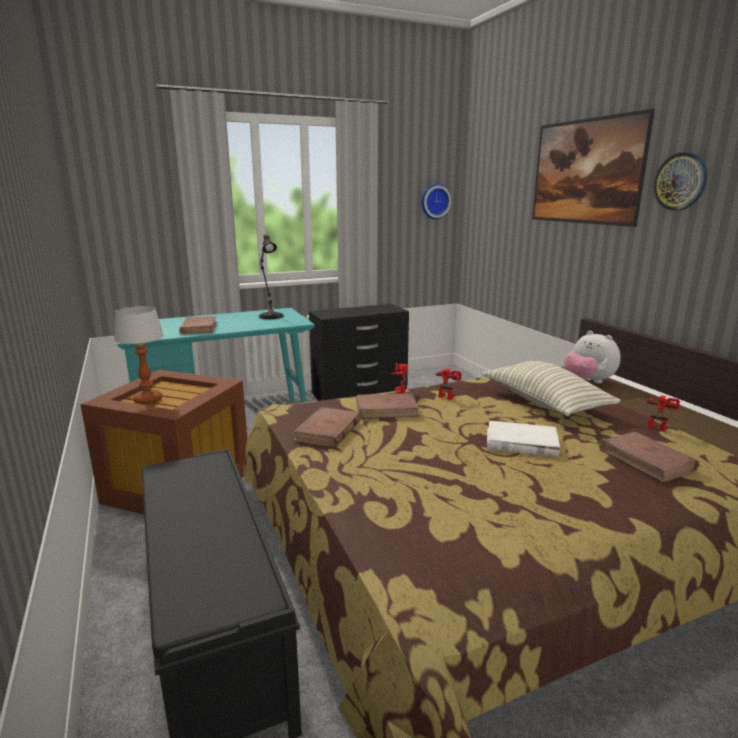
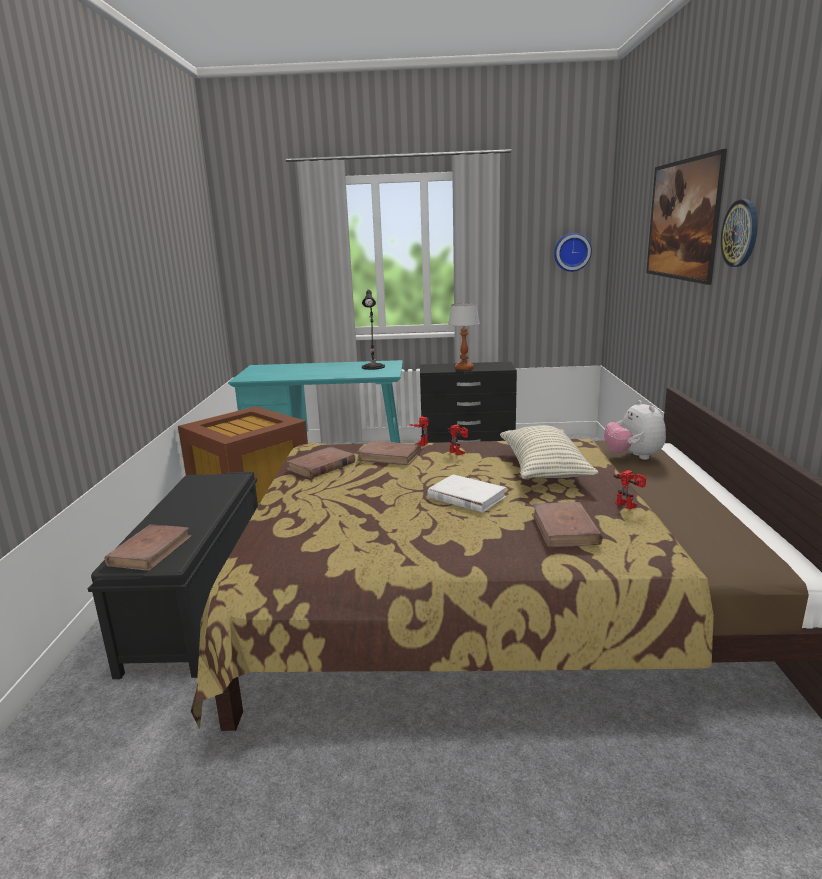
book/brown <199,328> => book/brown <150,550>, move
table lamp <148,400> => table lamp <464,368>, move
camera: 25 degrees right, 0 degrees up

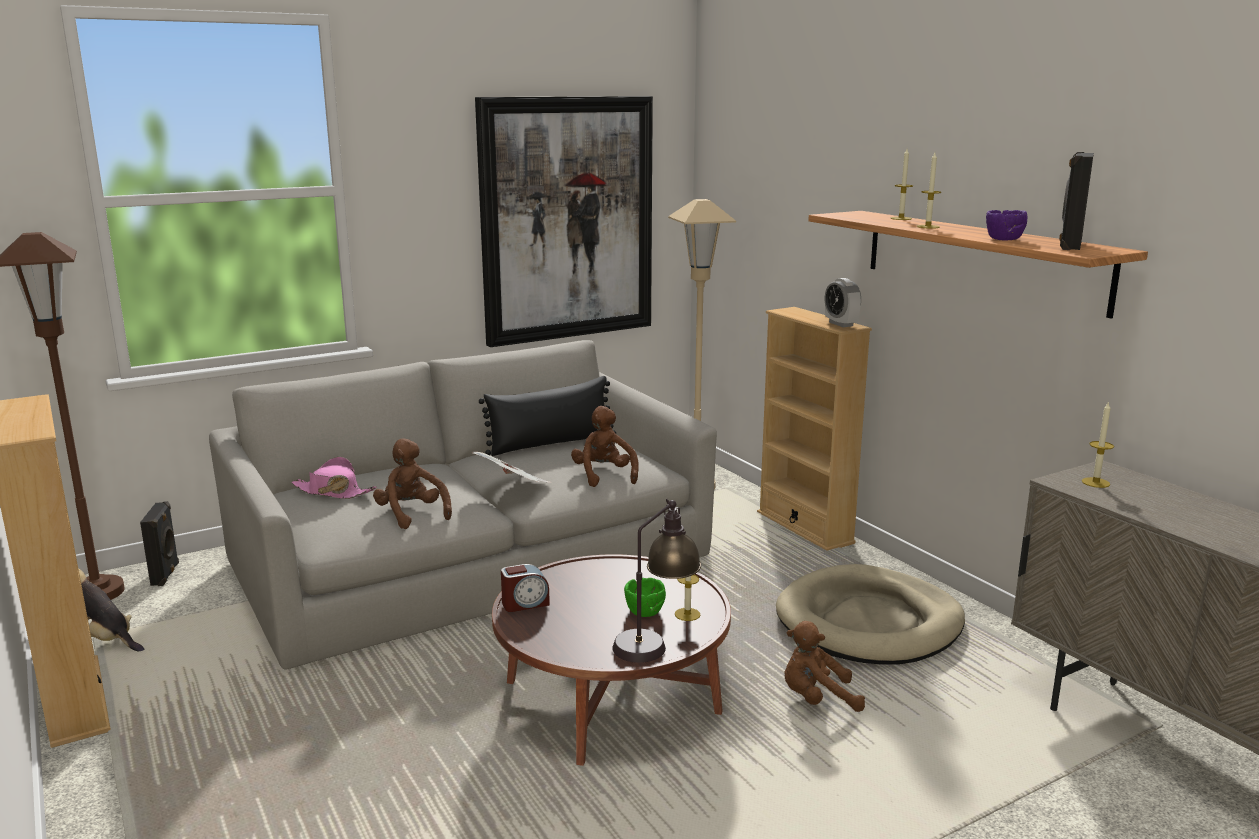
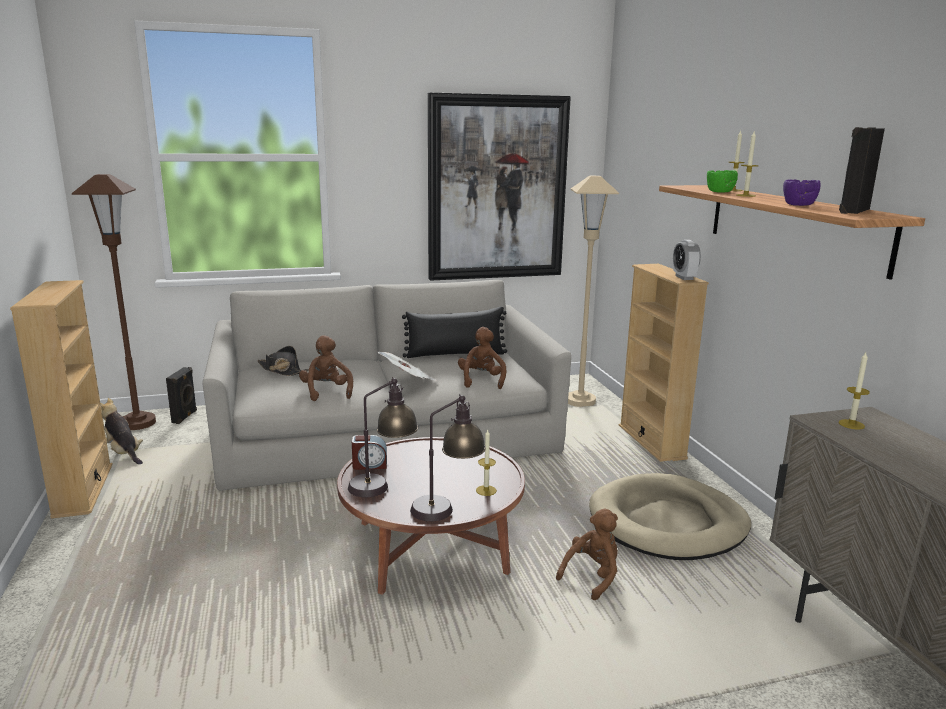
hat/pink <333,492> => hat/black <282,370>
nothing => table lamp <383,485>
plush toy/brown <817,699> => plush toy/brown <592,576>, 120 degrees clockwise
bowl/green <644,611> => bowl/green <719,192>, move
camera: 15 degrees right, 0 degrees up

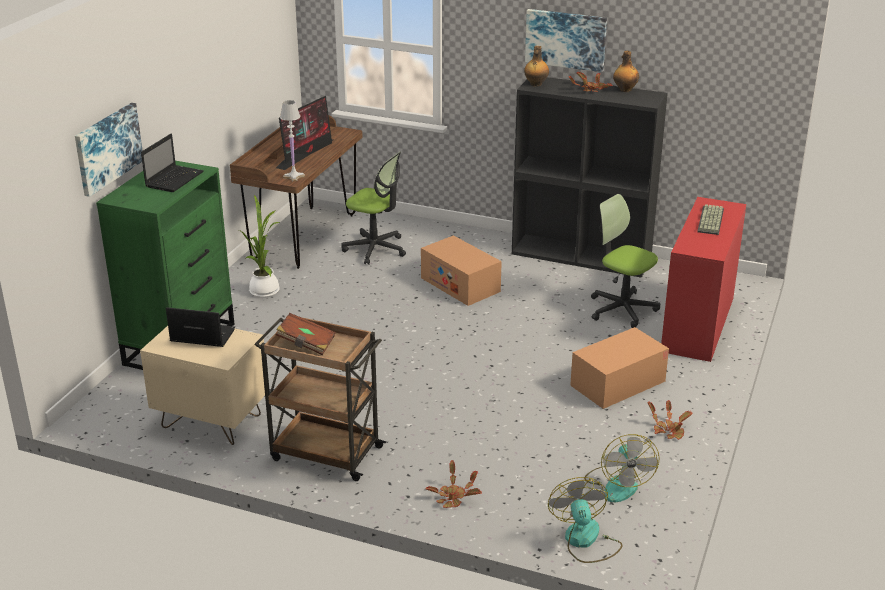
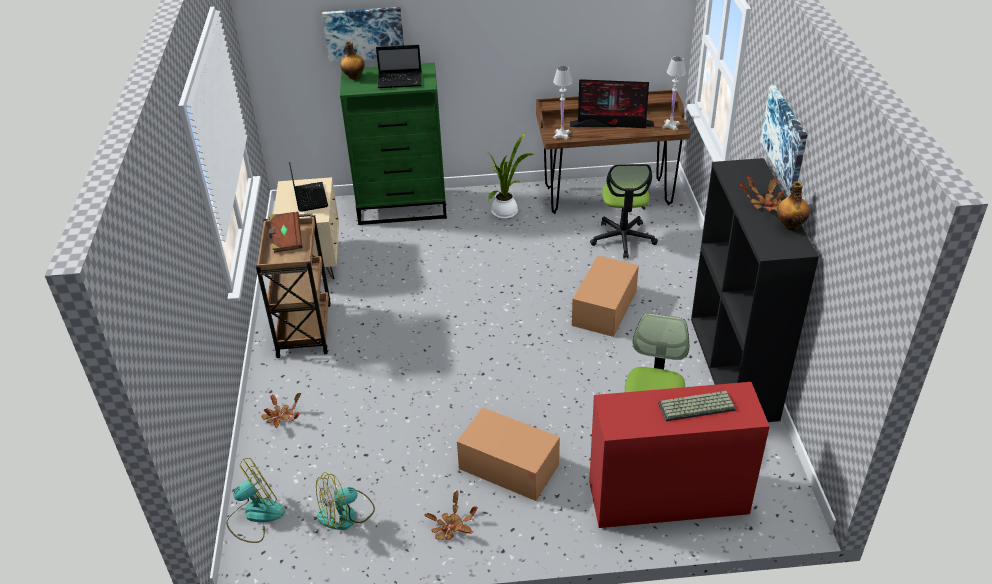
bottle <535,84> => bottle <353,77>, move
nothing => table lamp/white <670,126>
camera: 65 degrees right, 10 degrees up

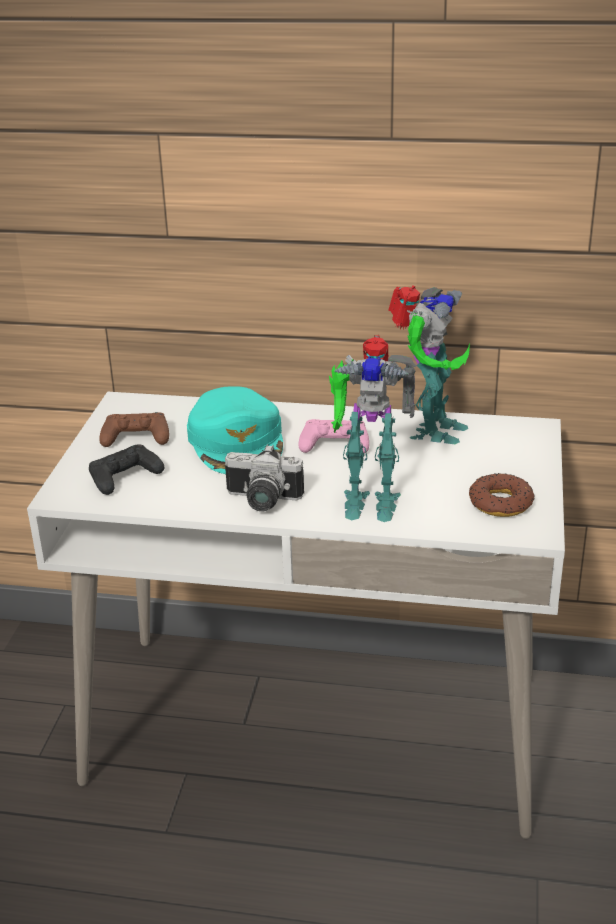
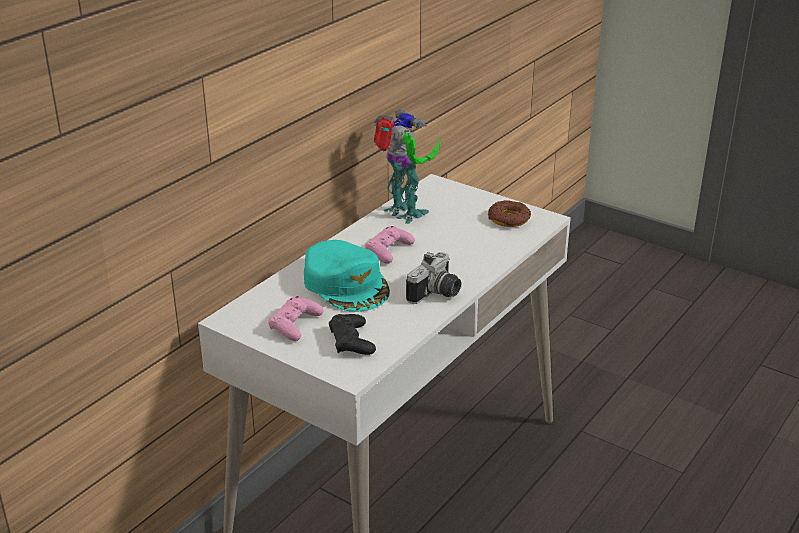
game controller/brown <136,437> => game controller/pink <295,324>
cap/turquoise <237,442> => cap/turquoise <346,284>, 45 degrees clockwise
toy robot <368,500> => nothing
camera: 65 degrees left, 0 degrees up

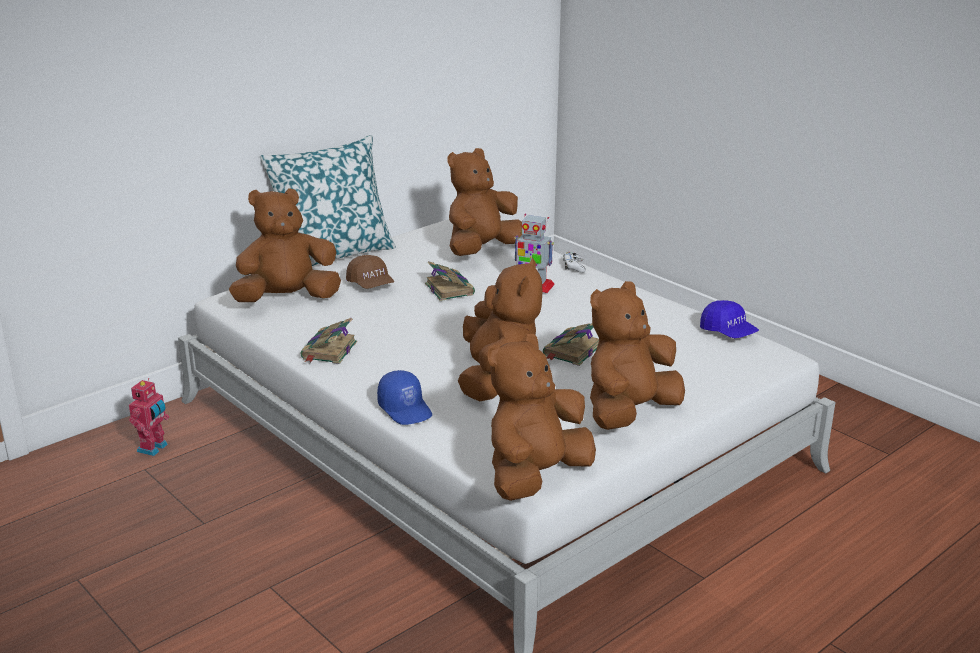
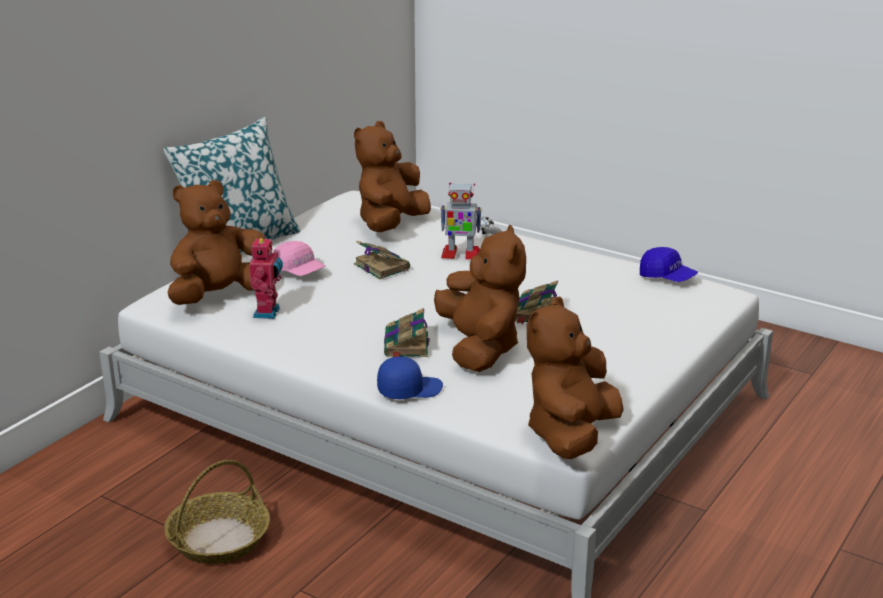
nothing => basket <219,539>
toy robot <154,448> => toy robot <268,313>, move
cap/brown <371,285> => cap/pink <298,271>
cap/blue <406,409> => cap/blue <409,389>, 60 degrees counterclockwise
book <328,351> => book <406,345>, move
plush toy/brown <629,413> => nothing
camera: 15 degrees left, 0 degrees up

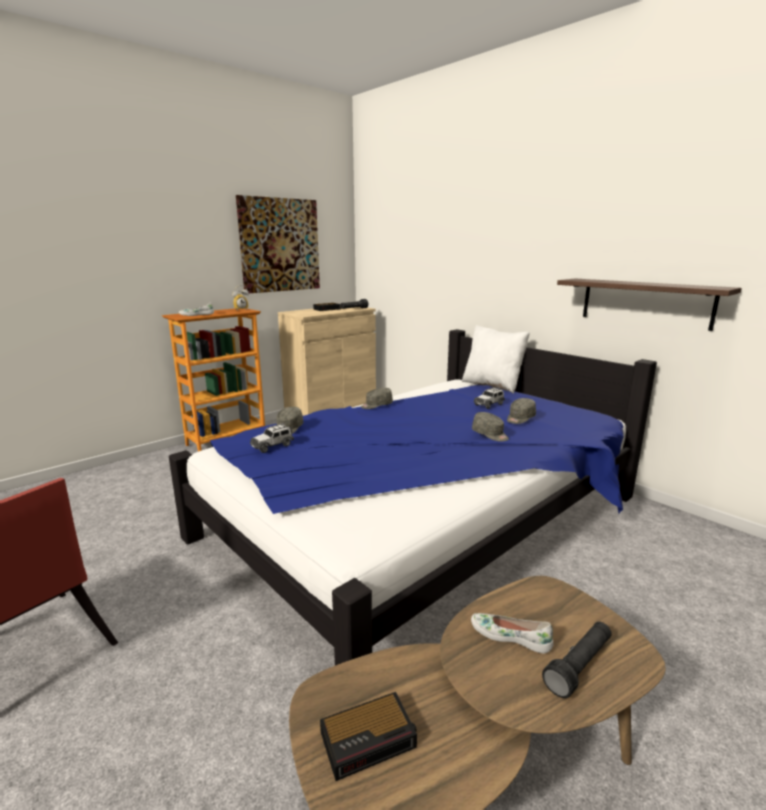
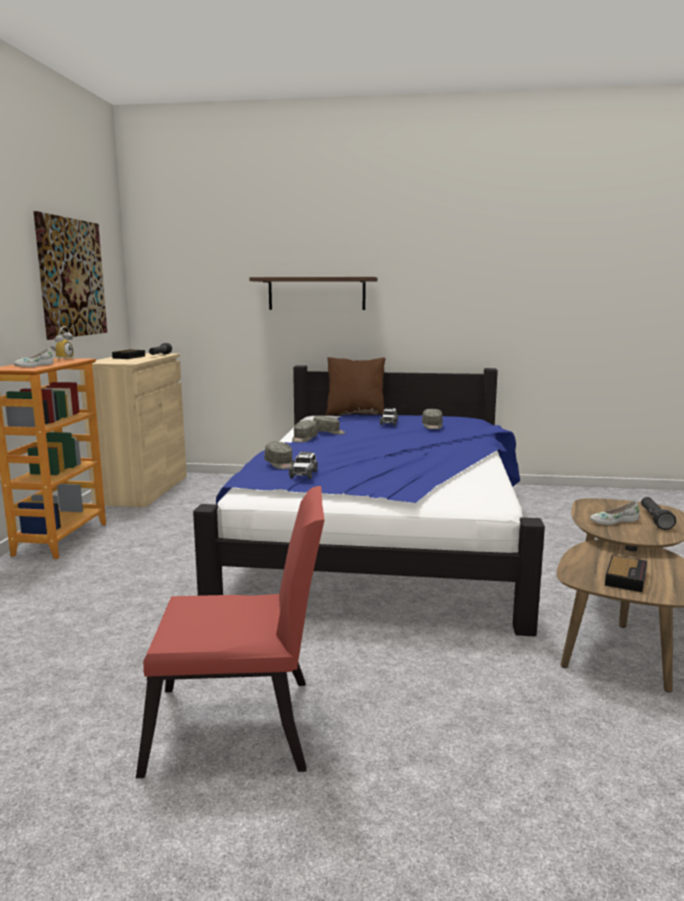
shelf <645,303> => shelf <316,293>, move
cap/grey <490,434> => cap/grey <328,432>, move
pillow/white <492,385> => pillow/brown <355,413>
camera: 40 degrees left, 5 degrees down

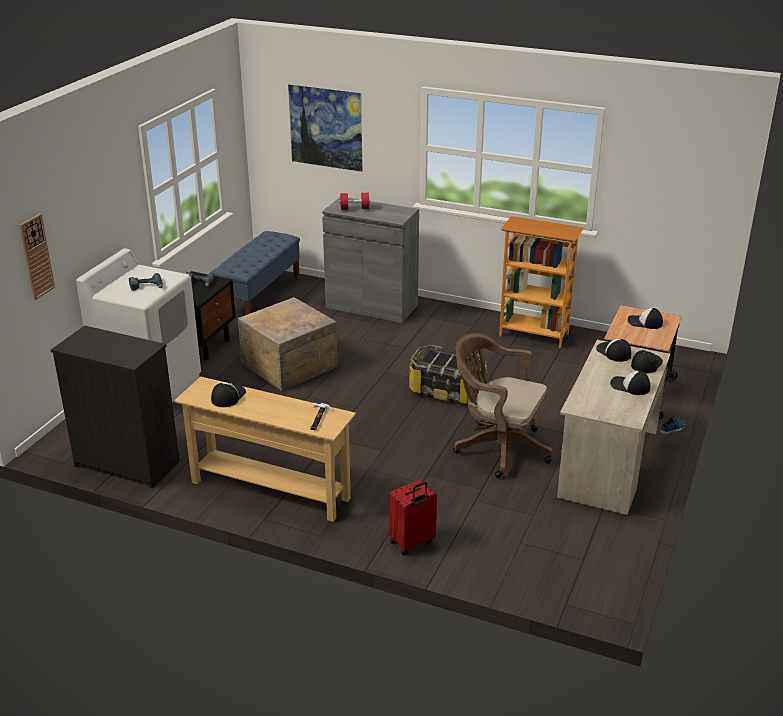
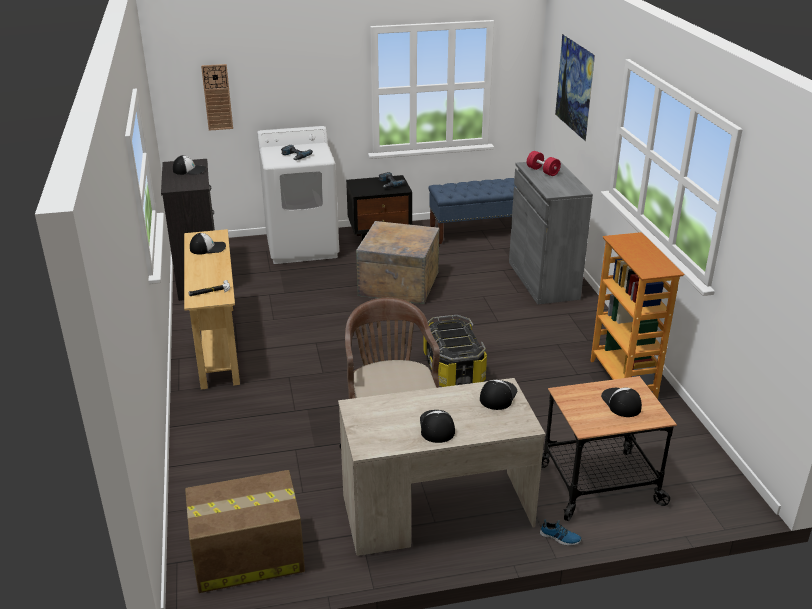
cap <646,364> => cap <189,170>, move
nothing => cardboard box <246,556>
suitcase/red <412,543> => nothing
camera: 55 degrees right, 0 degrees up

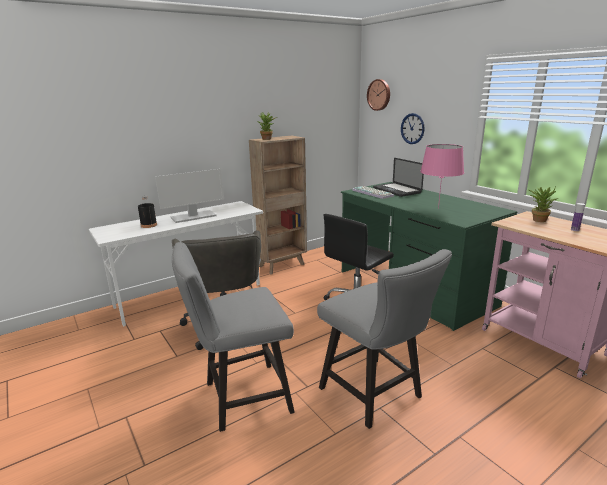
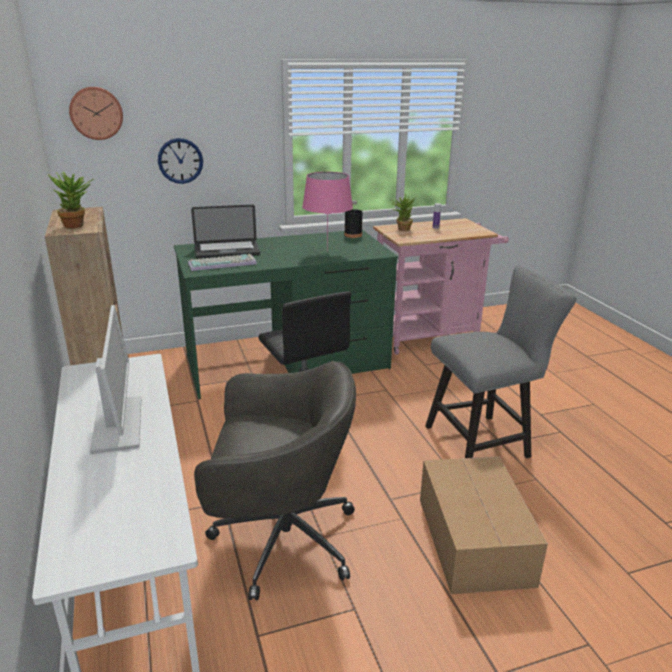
bottle/black <149,225> => bottle/black <353,235>, move
chair/grey <240,398> => cardboard box <473,542>
camera: 75 degrees left, 5 degrees up

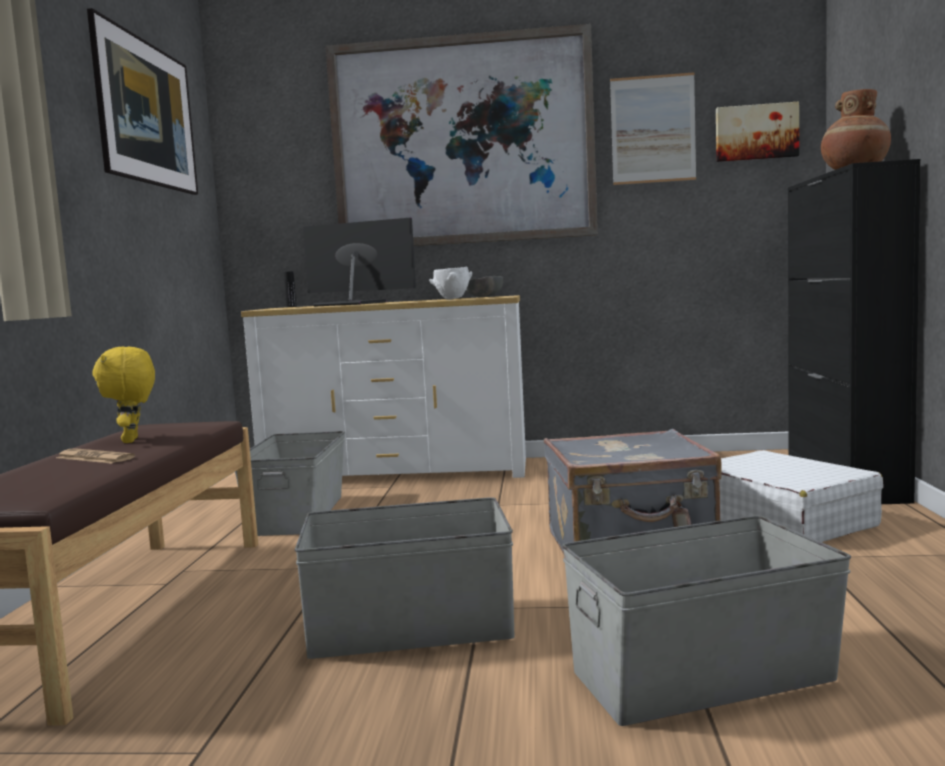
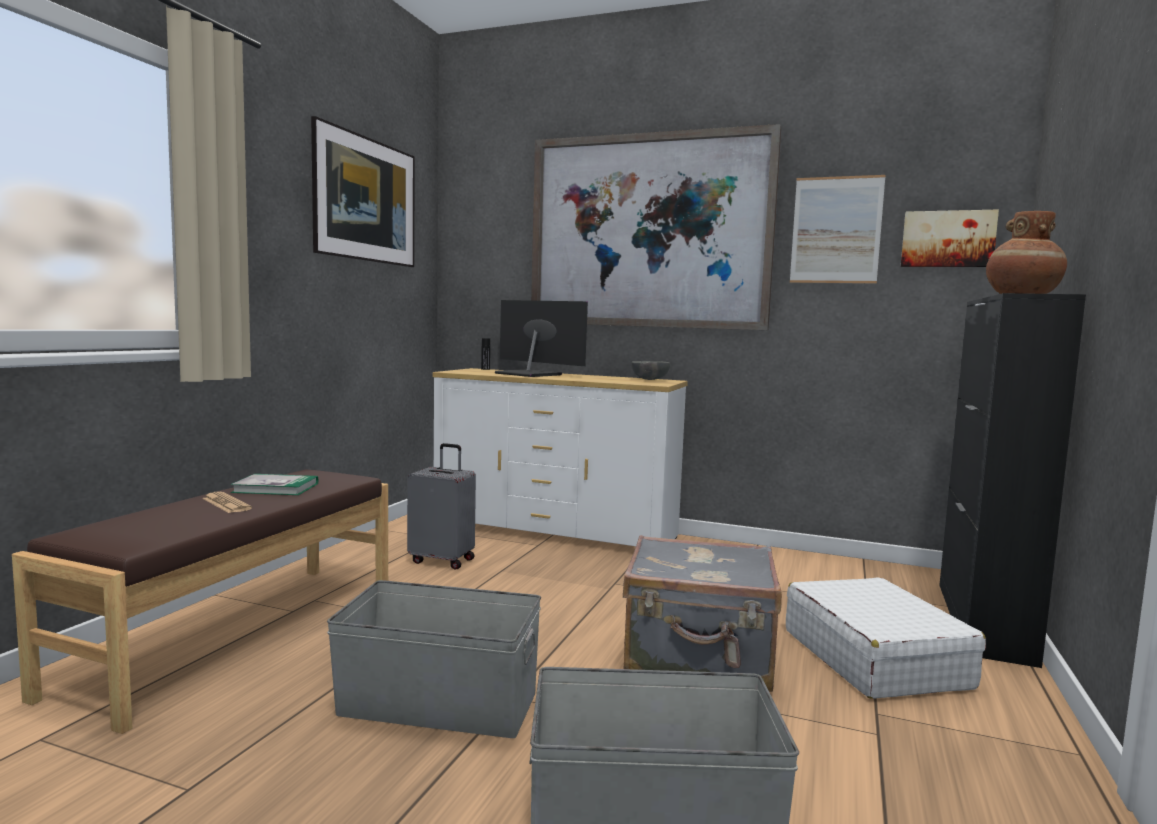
plush toy/yellow <132,440> => book <276,488>
storage box/grey <299,514> => suitcase/grey <443,560>
bowl/white <452,299> => nothing
camera: 15 degrees right, 0 degrees up

